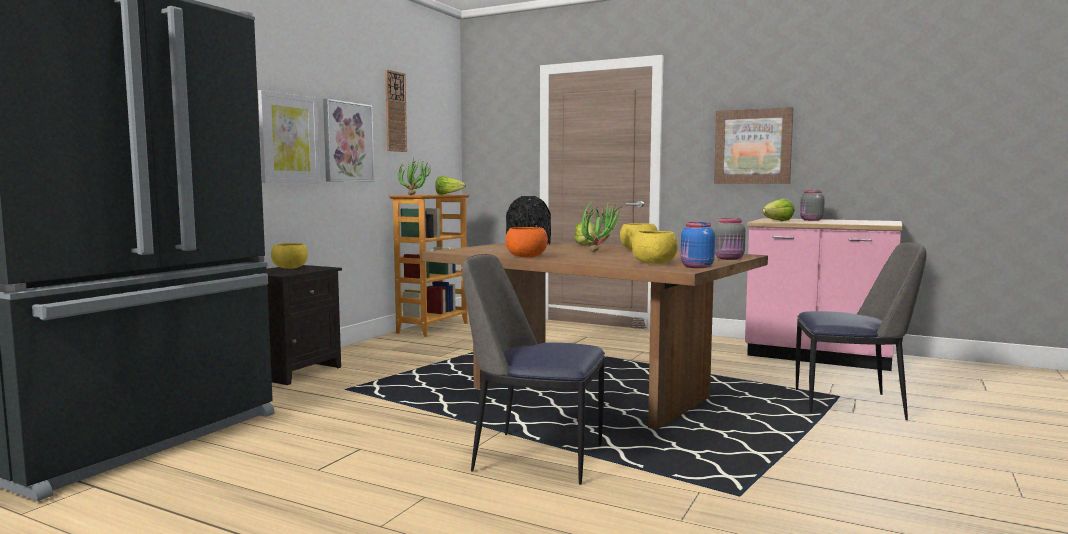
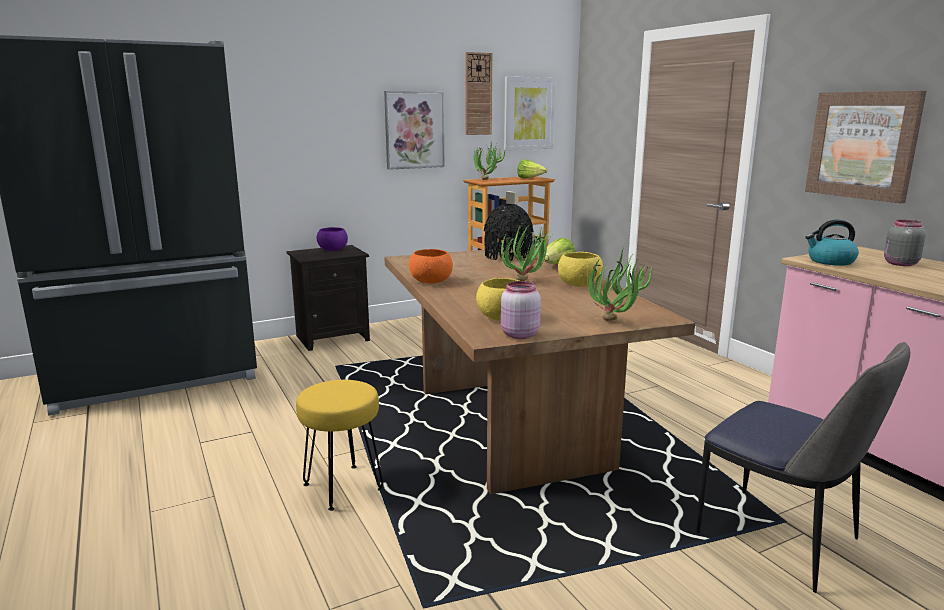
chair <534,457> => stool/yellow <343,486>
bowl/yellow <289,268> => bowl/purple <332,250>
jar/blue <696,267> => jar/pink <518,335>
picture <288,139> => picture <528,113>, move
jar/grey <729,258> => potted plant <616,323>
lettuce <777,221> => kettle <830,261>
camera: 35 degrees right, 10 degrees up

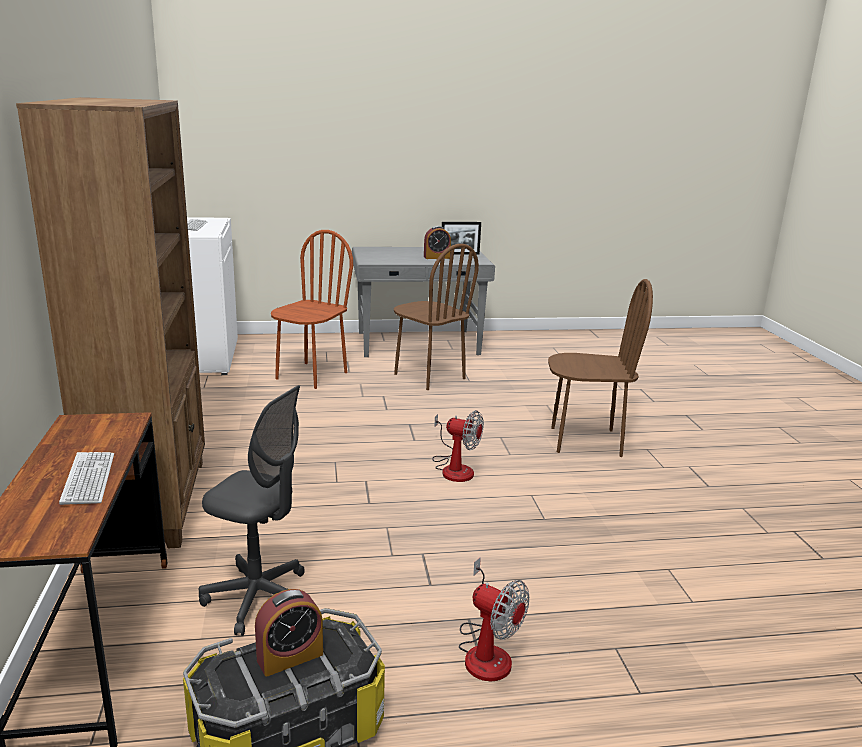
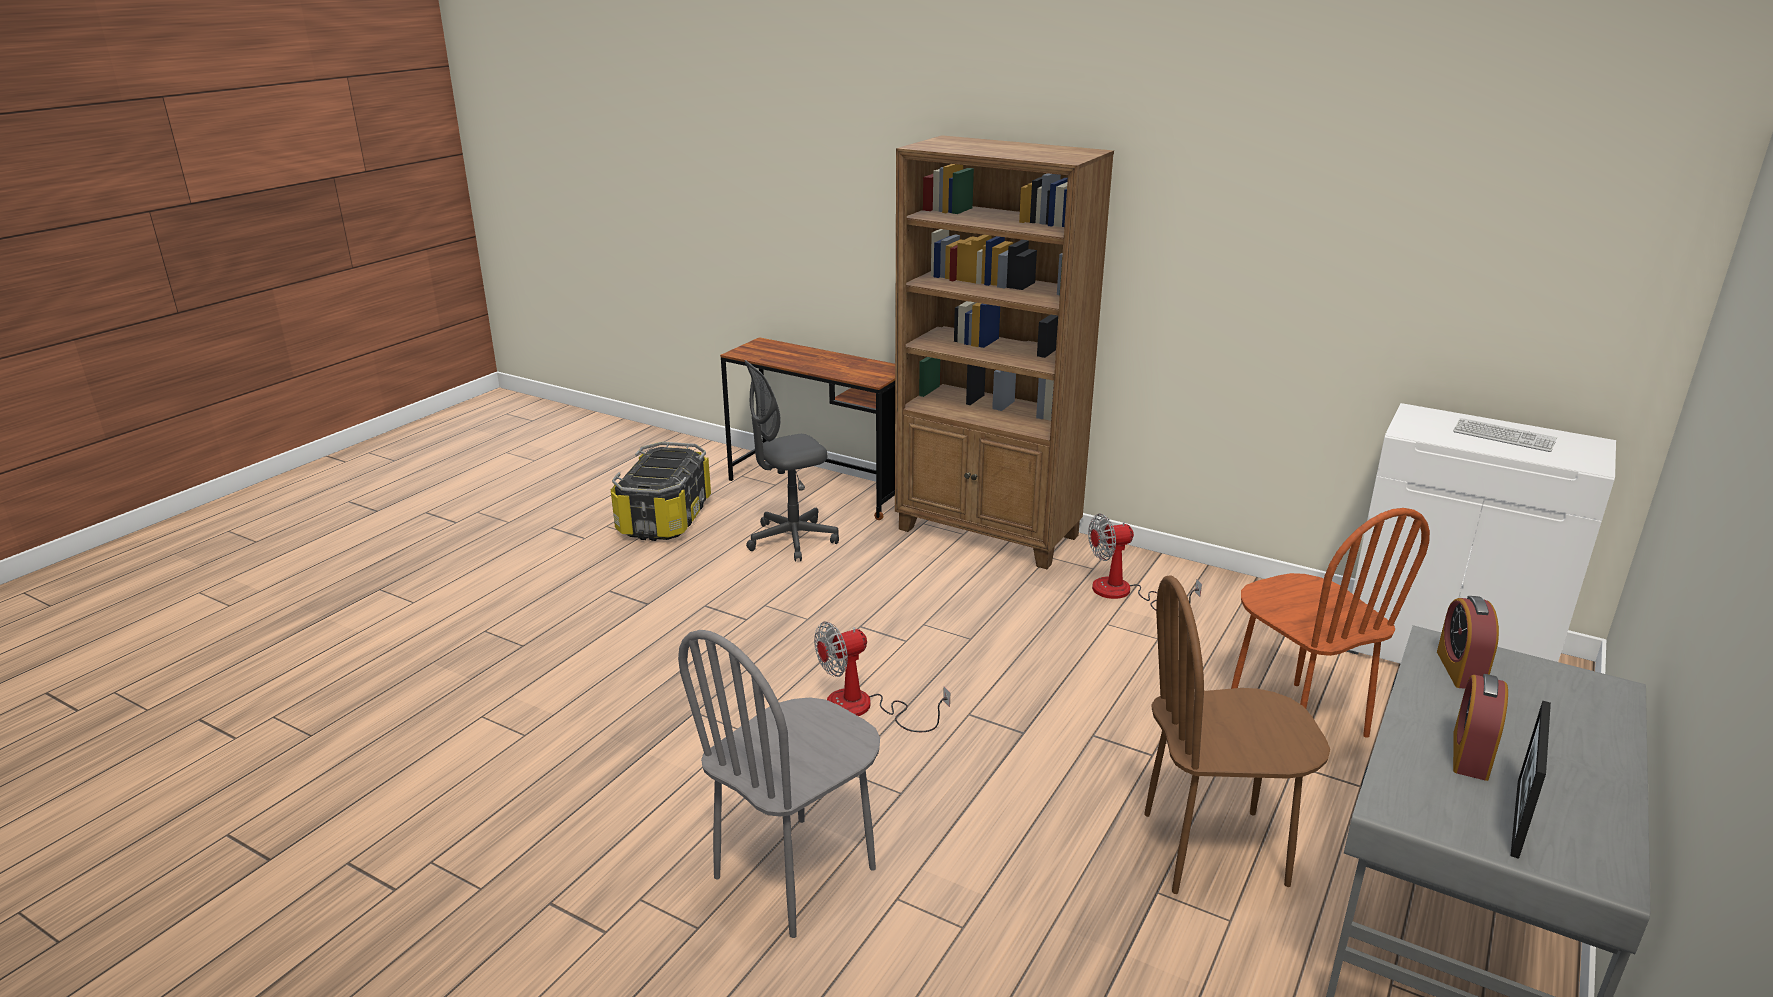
chair/brown <585,441> => chair/grey <796,873>
fan <486,651> => fan <1124,593>, move
alarm clock <290,657> => alarm clock <1460,670>, move
keyboard <88,479> => nothing
camera: 130 degrees right, 5 degrees up

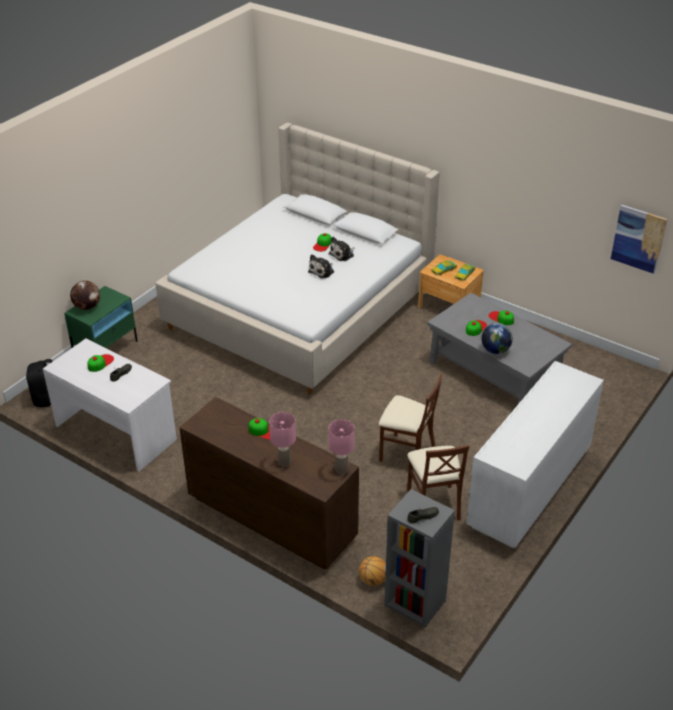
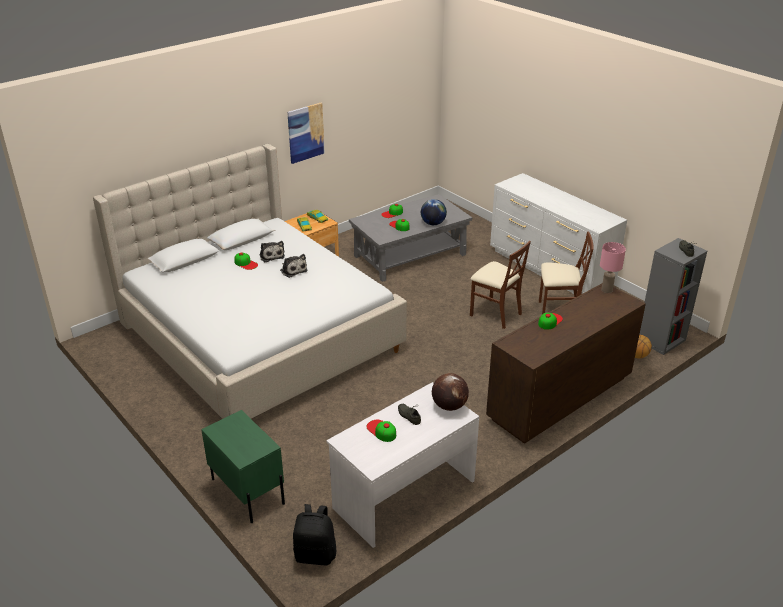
picture <638,238> => picture <305,132>, move
globe <87,307> => globe <449,406>, move
chair/brown <407,453> => chair/brown <495,314>, 90 degrees clockwise
table lamp/pink <284,462> => nothing
camera: 75 degrees left, 5 degrees down

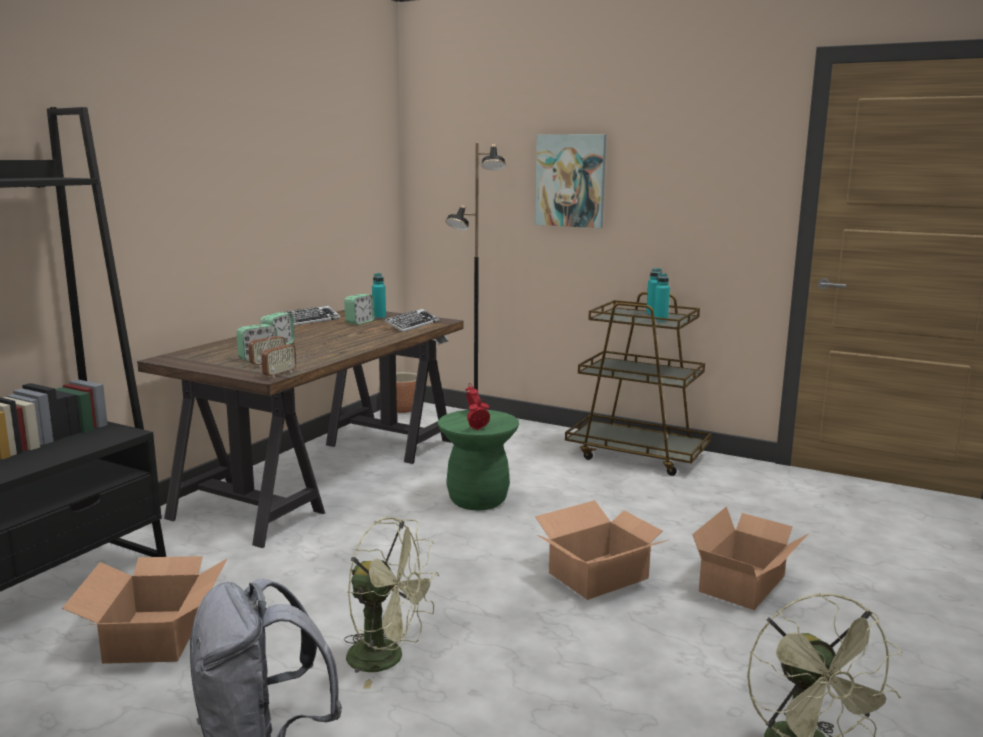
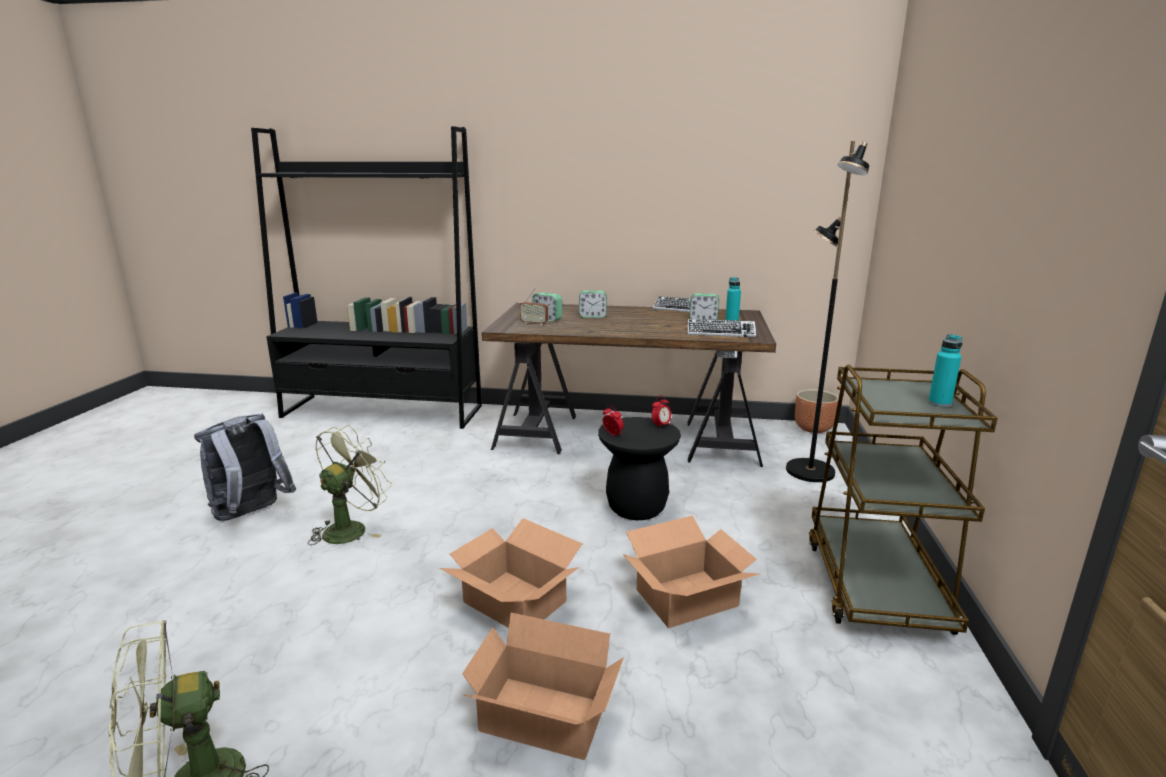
fan/green <387,659> => fan/green <351,528>, 150 degrees counterclockwise
stool/green <477,500> => stool/black <636,507>
cardboard box <157,635> => cardboard box <688,598>, move
radio <279,374> => nothing
picture <570,180> => nothing
bottle/turquoise <660,321> => nothing
camera: 70 degrees right, 5 degrees up

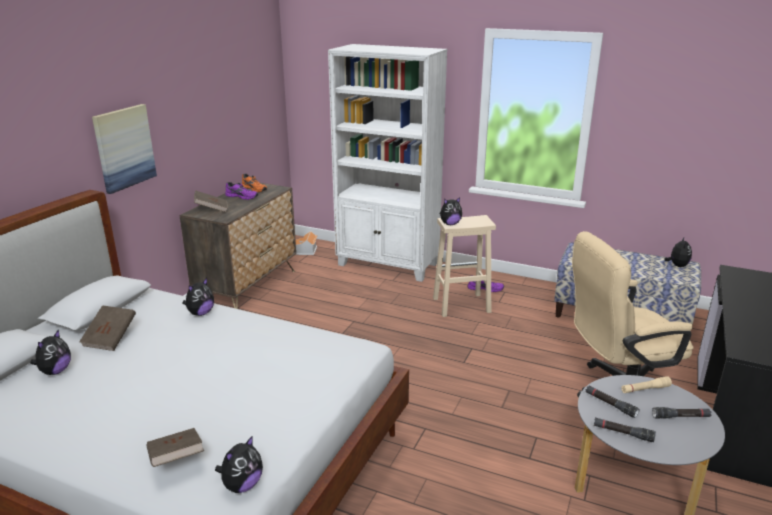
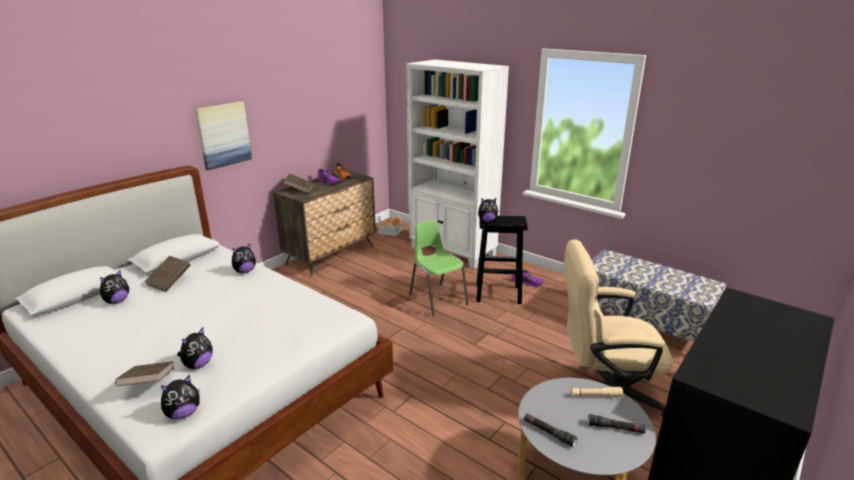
plush toy <677,265> => plush toy <198,365>, move
nothing => chair/green <437,299>
stool/beige <460,305> => stool/black <497,294>
flashlight/black <610,405> => nothing
camera: 15 degrees right, 0 degrees up

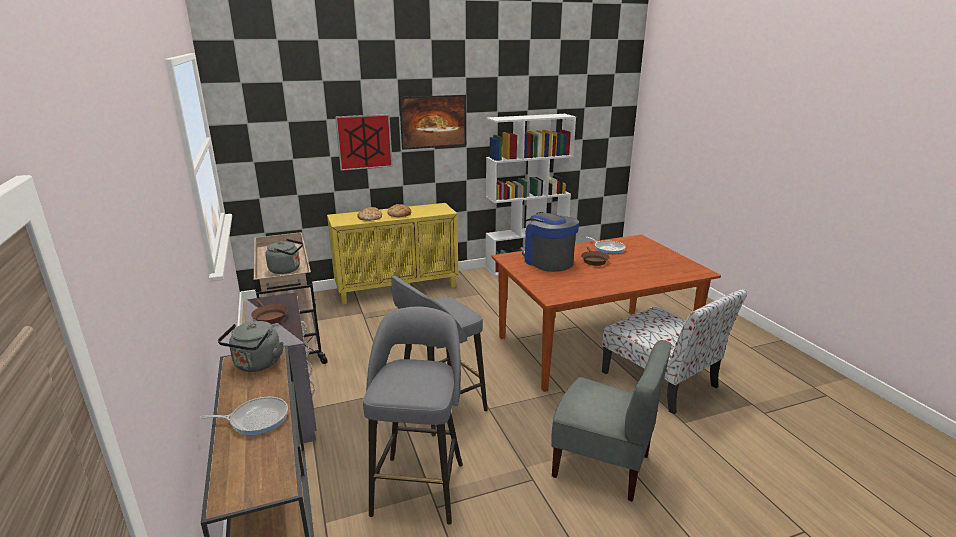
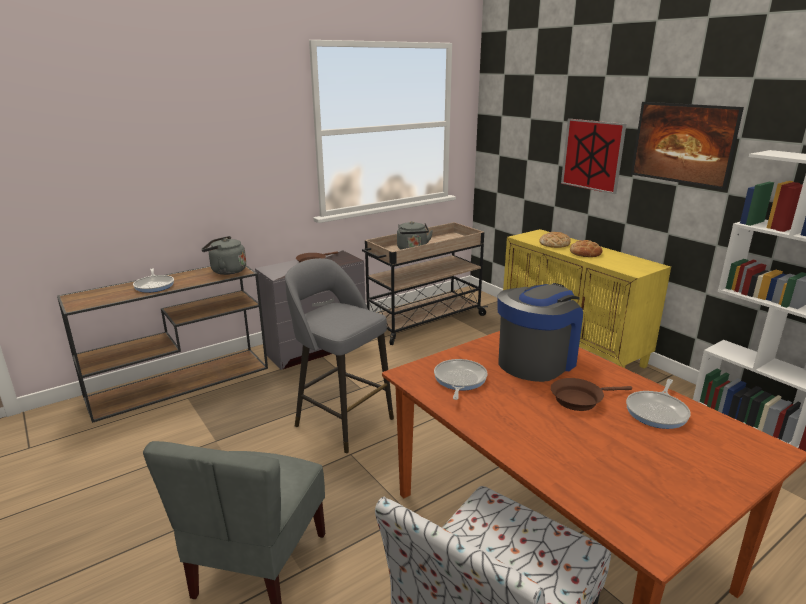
nothing => frying pan <459,380>
stool/grey <419,486> => nothing
camera: 75 degrees right, 0 degrees up

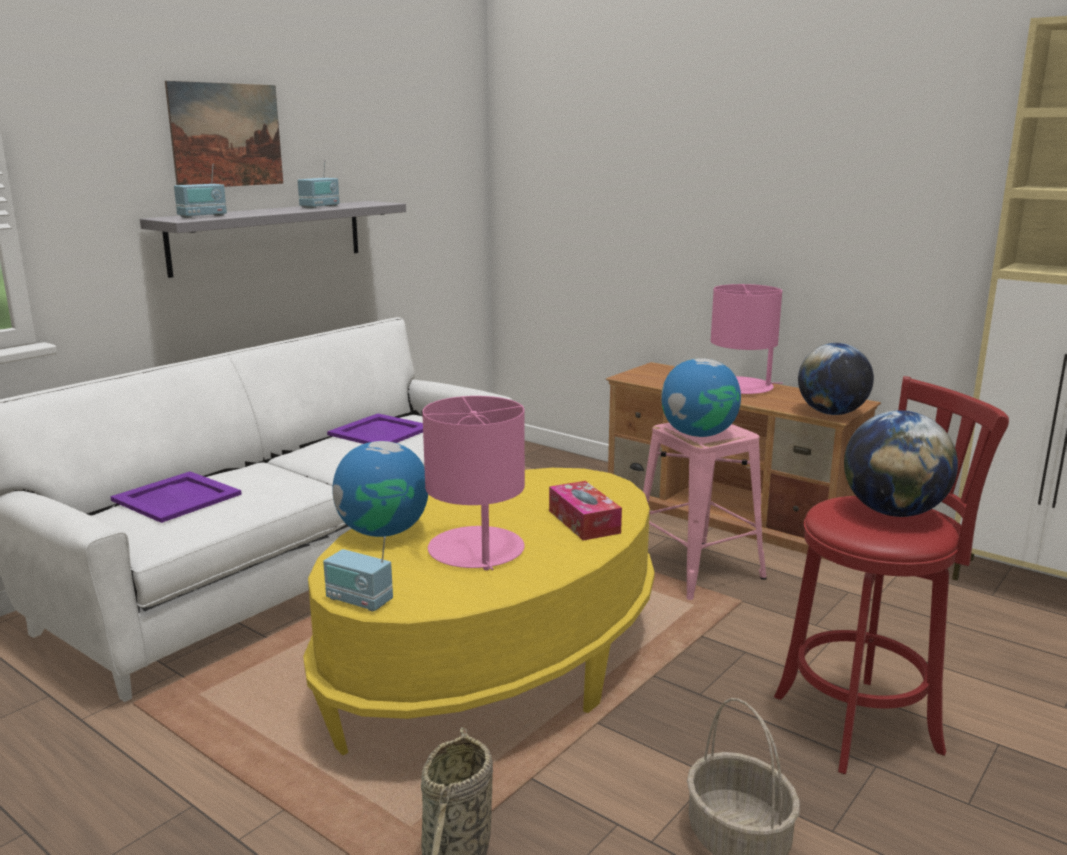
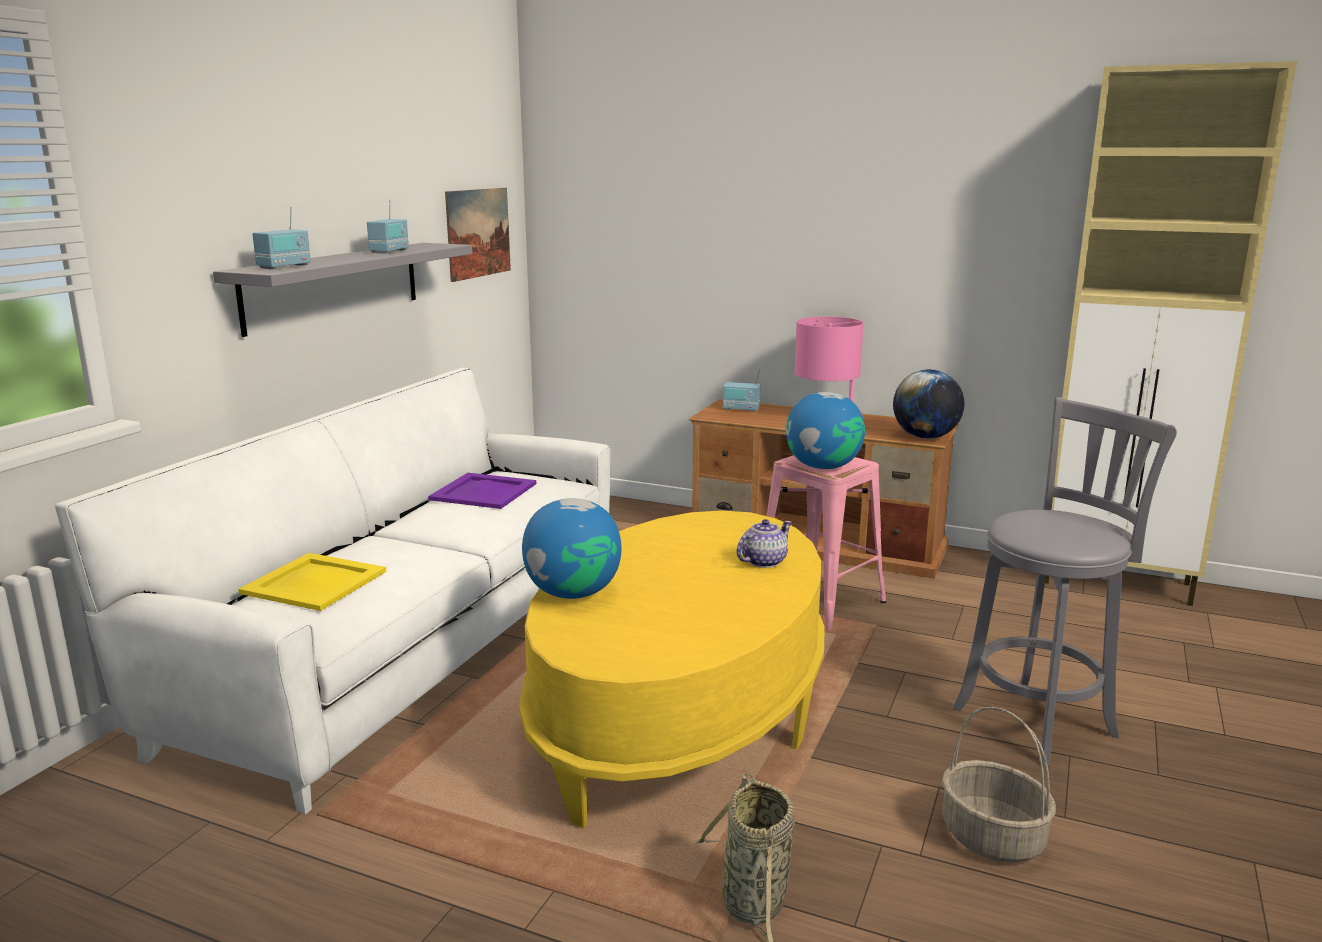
tray/purple <178,497> => tray/yellow <316,582>
picture <226,135> => picture <478,233>, move
radio <359,601> => radio <741,409>, move
tissue box <584,521> => teapot <763,561>
stool/red <864,722> => stool/grey <1040,719>
table lamp/pink <476,550> => nothing
globe <893,512> => nothing
camera: 15 degrees left, 0 degrees up

